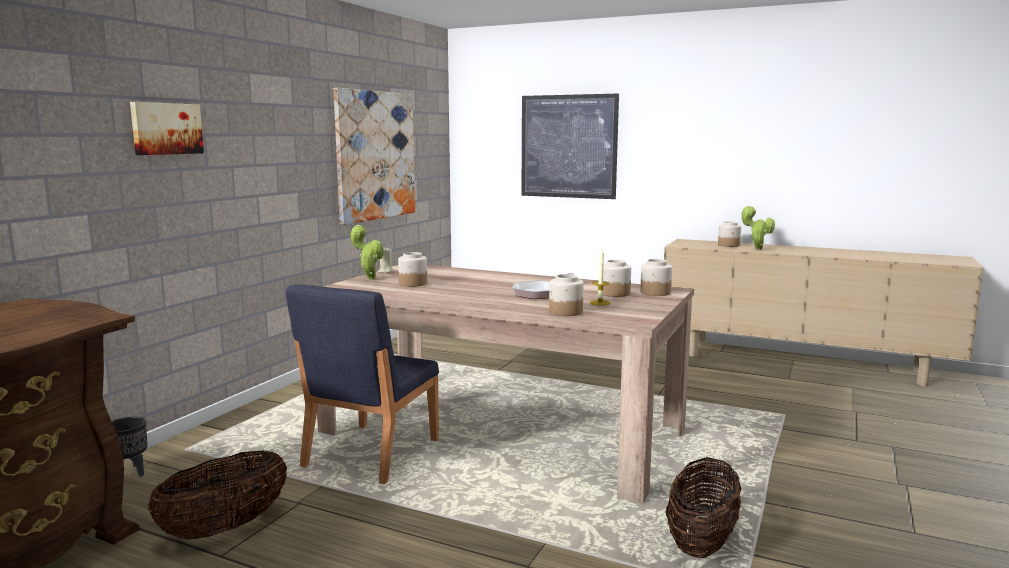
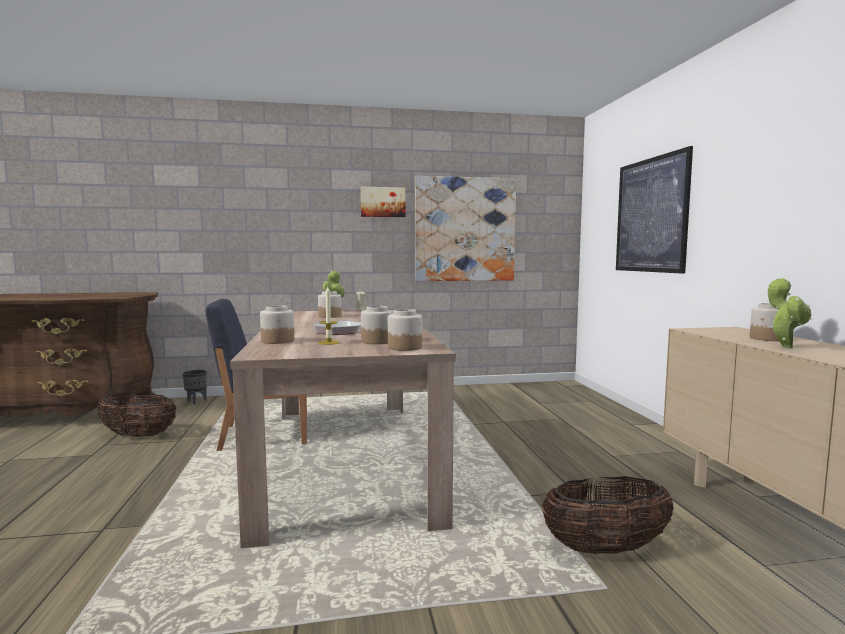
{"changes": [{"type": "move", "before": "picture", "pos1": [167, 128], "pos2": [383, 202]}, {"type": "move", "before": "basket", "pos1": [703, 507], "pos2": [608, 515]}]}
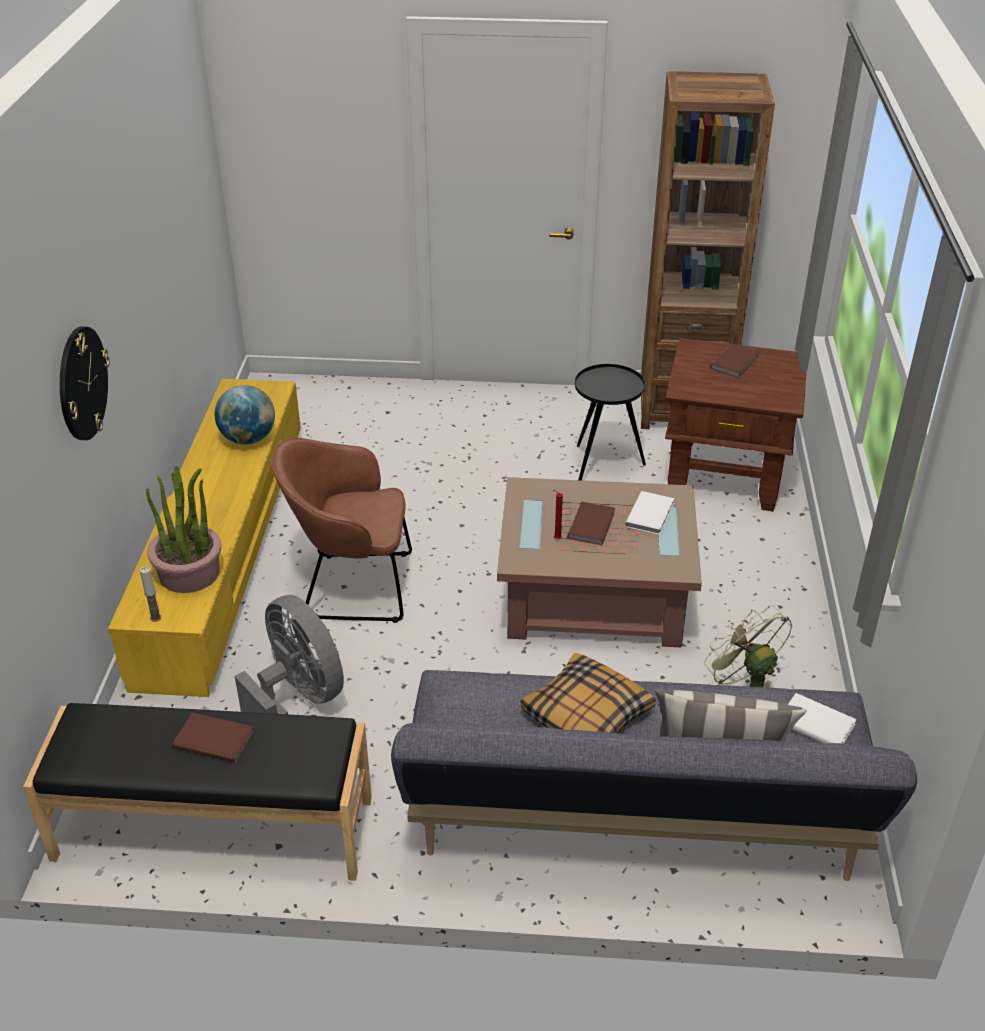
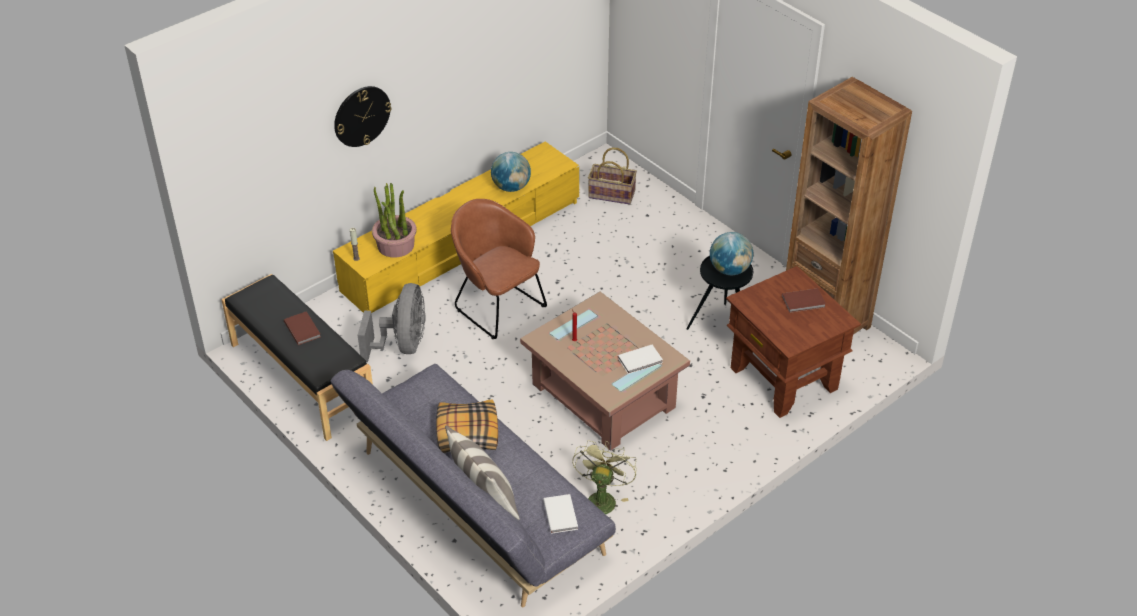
{"changes": [{"type": "delete", "before": "brown book", "pos1": [591, 524]}, {"type": "insert", "after": "basket", "pos2": [612, 176]}, {"type": "insert", "after": "globe", "pos2": [731, 253]}]}
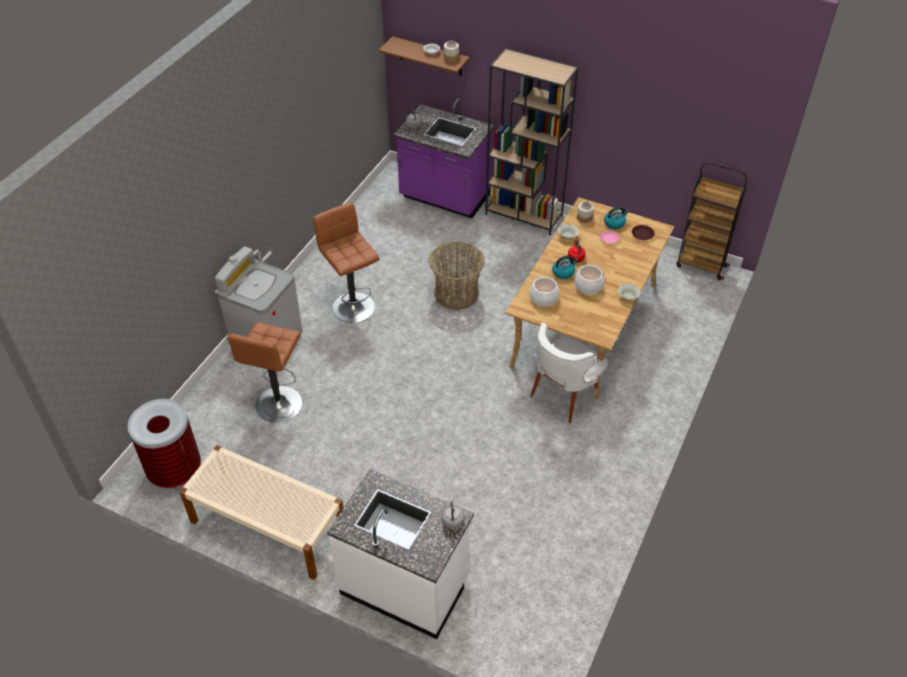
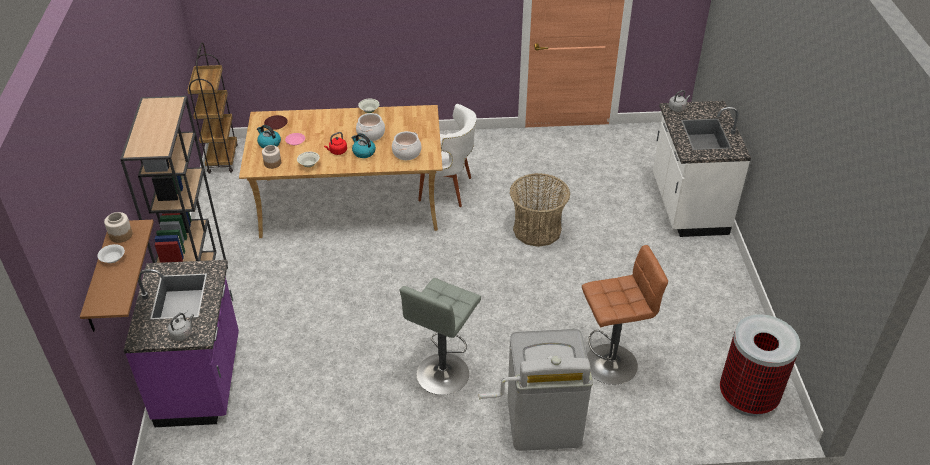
{"changes": [{"type": "delete", "before": "beige bench", "pos1": [261, 512]}, {"type": "move", "before": "basket", "pos1": [457, 275], "pos2": [540, 210]}, {"type": "recolor", "before": "brown stool", "after": "grey stool", "pos1": [346, 262], "pos2": [440, 336]}]}
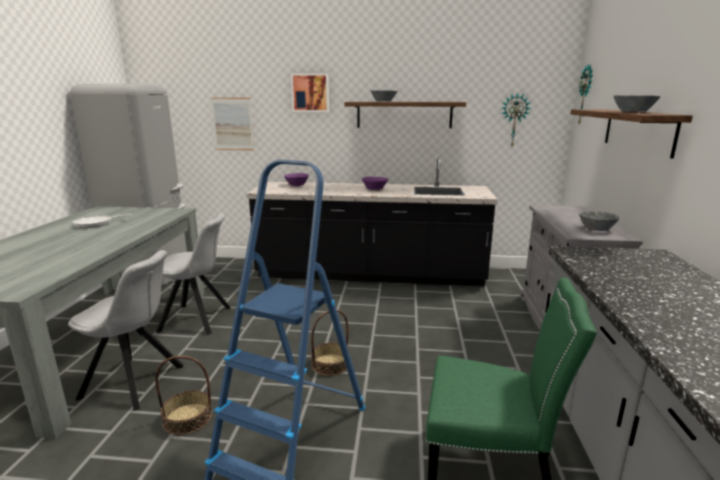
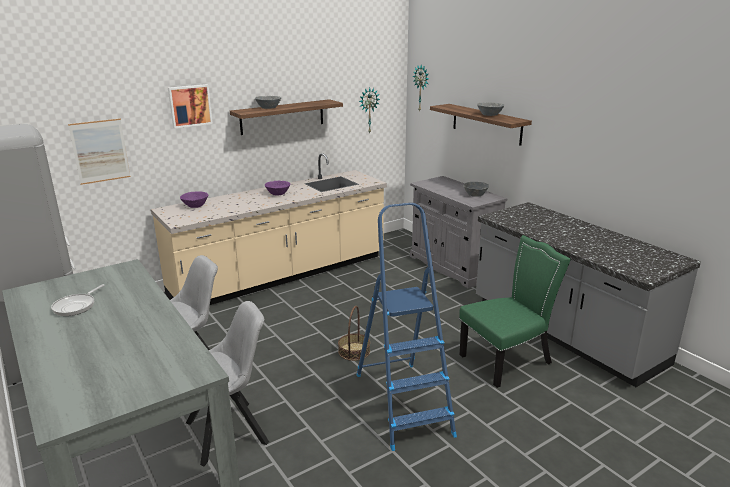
{"changes": [{"type": "delete", "before": "basket", "pos1": [183, 395]}, {"type": "recolor", "before": "black counter", "after": "beige counter", "pos1": [372, 222], "pos2": [269, 229]}]}
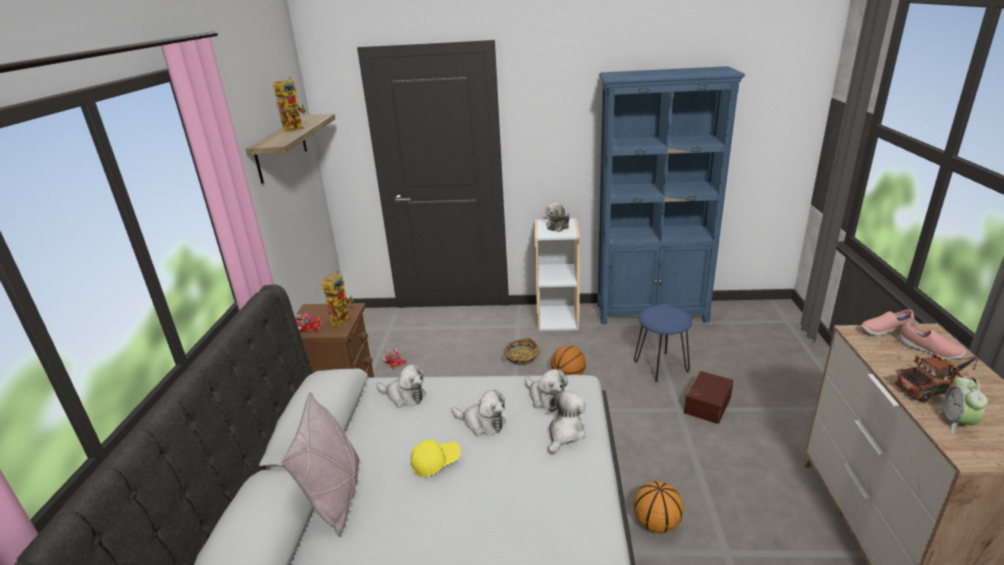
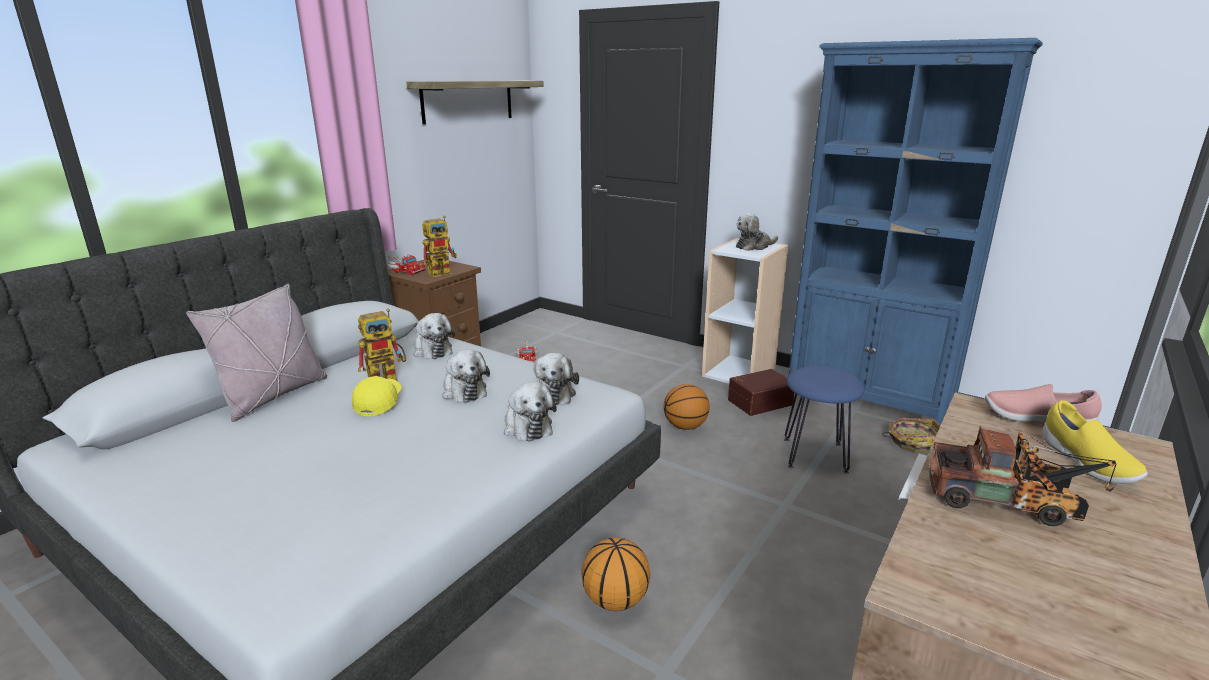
{"changes": [{"type": "delete", "before": "alarm clock", "pos1": [963, 405]}, {"type": "move", "before": "toy robot", "pos1": [289, 104], "pos2": [382, 344]}, {"type": "move", "before": "basket", "pos1": [520, 351], "pos2": [911, 435]}, {"type": "move", "before": "brown storage box", "pos1": [708, 397], "pos2": [761, 392]}, {"type": "recolor", "before": "pink shoe", "after": "yellow shoe", "pos1": [932, 340], "pos2": [1095, 442]}, {"type": "rotate", "before": "yellow cap", "pos1": [436, 458], "pos2": [377, 396], "turn": -90}, {"type": "rotate", "before": "plush toy", "pos1": [567, 422], "pos2": [530, 412], "turn": 90}]}
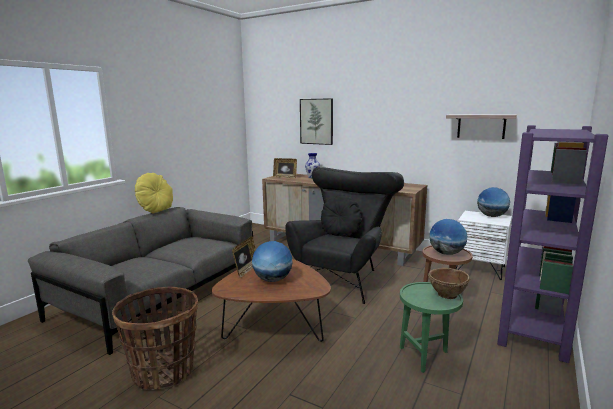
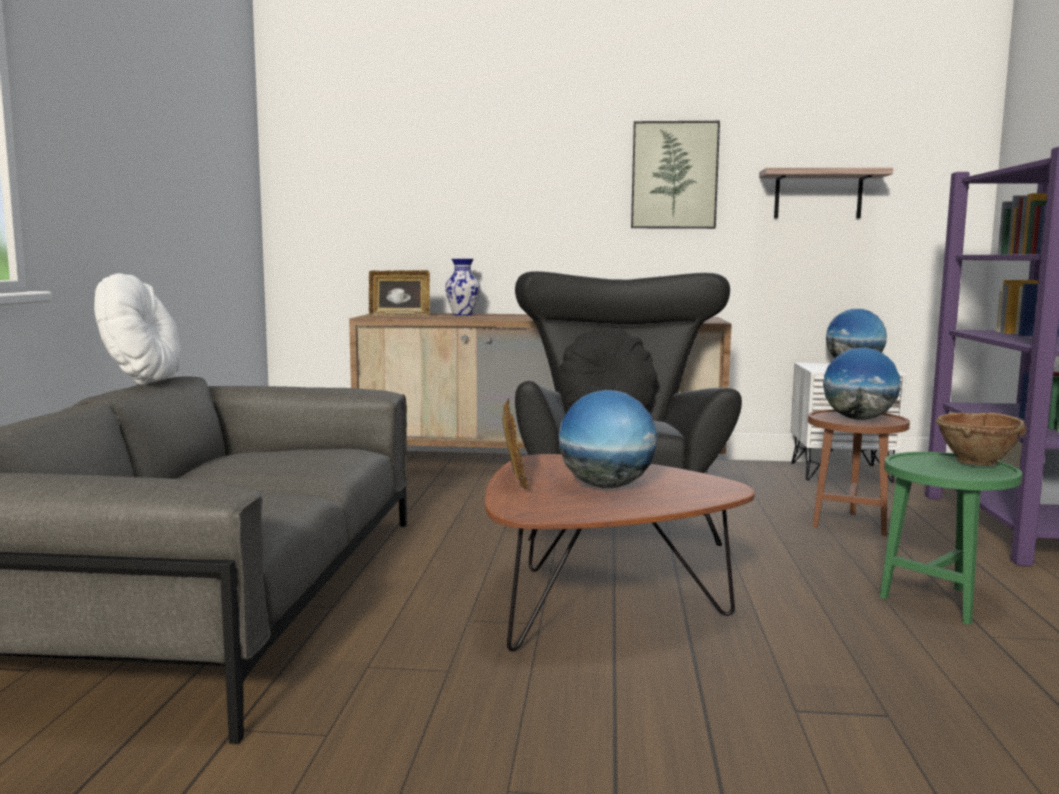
{"changes": [{"type": "delete", "before": "basket", "pos1": [155, 338]}, {"type": "move", "before": "picture", "pos1": [316, 121], "pos2": [675, 175]}, {"type": "recolor", "before": "yellow pillow", "after": "white pillow", "pos1": [154, 193], "pos2": [137, 329]}]}
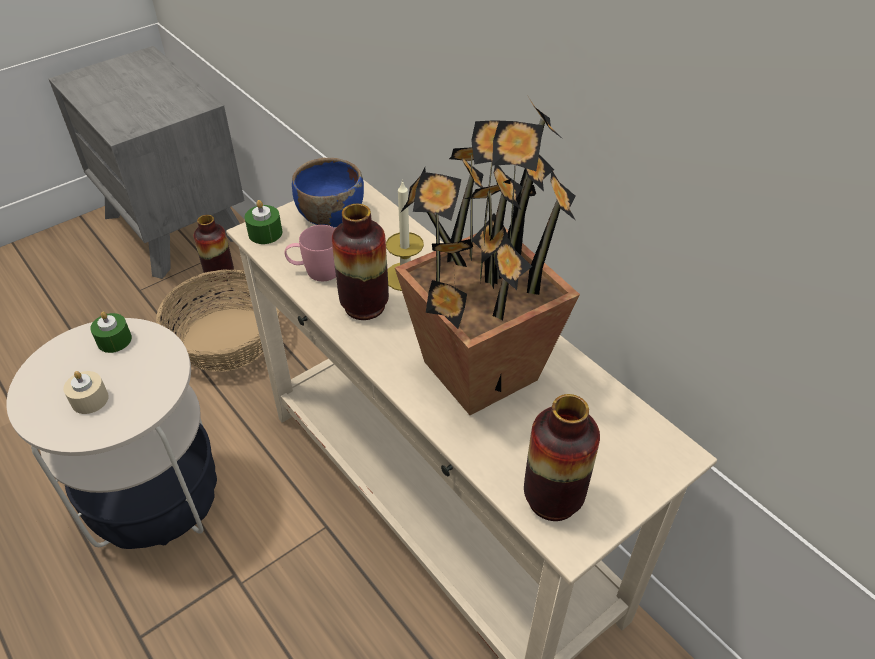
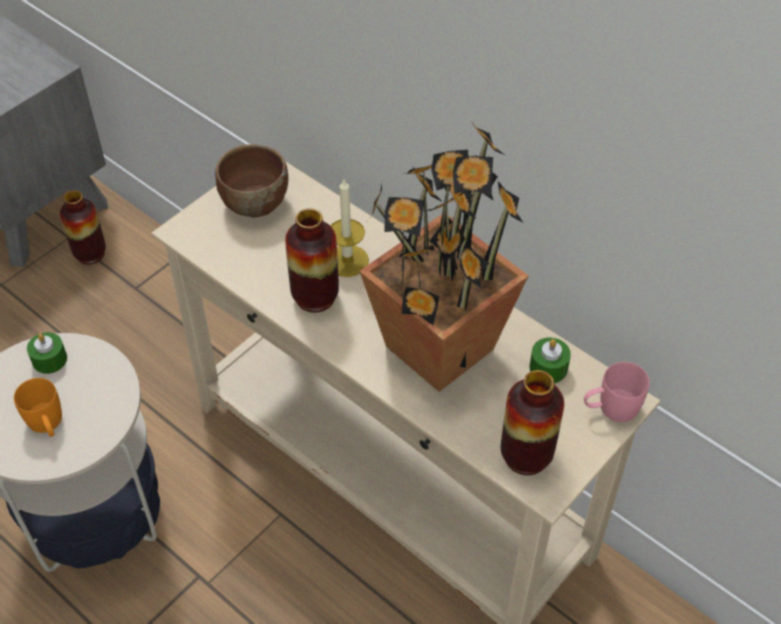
{"changes": [{"type": "delete", "before": "basket", "pos1": [218, 321]}, {"type": "move", "before": "green candle", "pos1": [263, 222], "pos2": [550, 360]}, {"type": "move", "before": "pink mug", "pos1": [310, 253], "pos2": [617, 392]}, {"type": "replace", "before": "beige candle", "after": "orange mug", "pos1": [86, 392], "pos2": [38, 407]}, {"type": "recolor", "before": "blue bowl", "after": "brown bowl", "pos1": [328, 193], "pos2": [251, 181]}]}
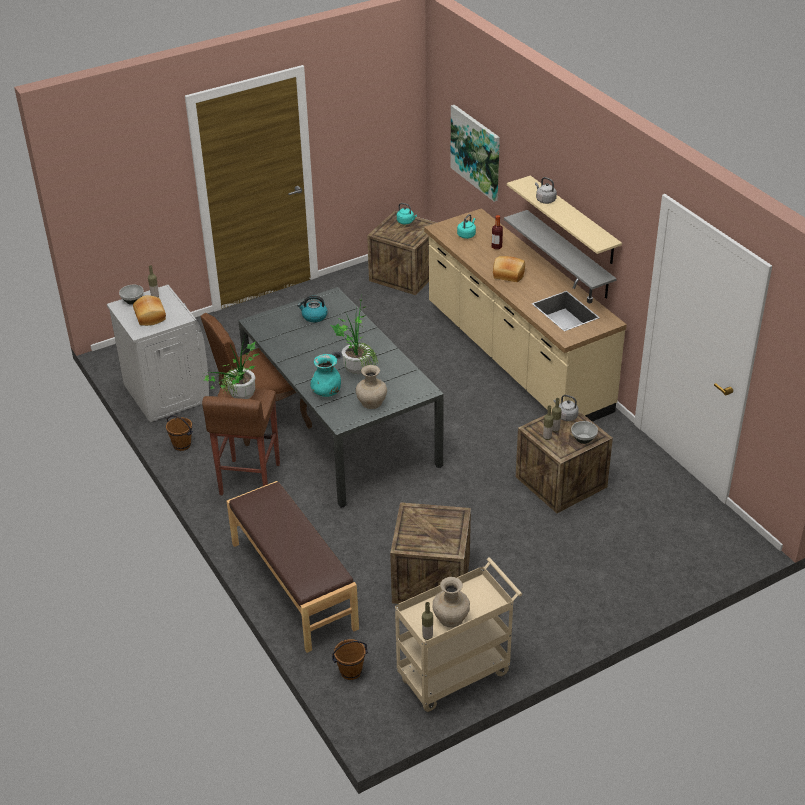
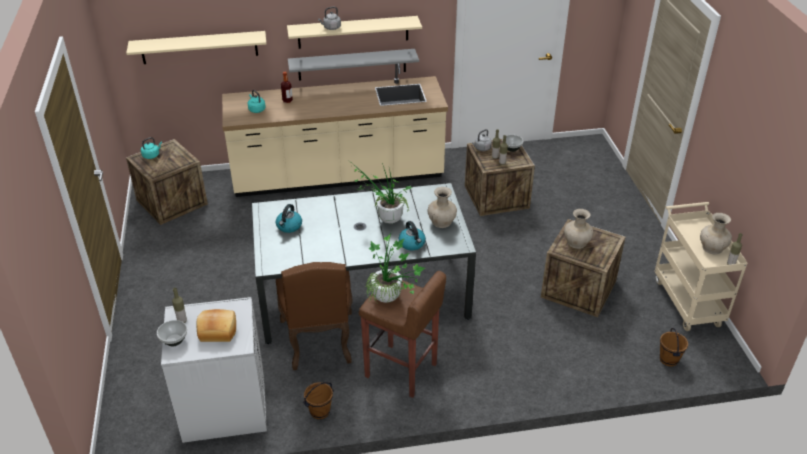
{"changes": [{"type": "delete", "before": "brown bench", "pos1": [293, 567]}, {"type": "delete", "before": "bread", "pos1": [509, 269]}, {"type": "insert", "after": "beige vase", "pos2": [579, 229]}, {"type": "replace", "before": "turquoise vase", "after": "kettle", "pos1": [325, 375], "pos2": [412, 235]}, {"type": "replace", "before": "picture", "after": "beige shelf", "pos1": [475, 153], "pos2": [196, 47]}]}
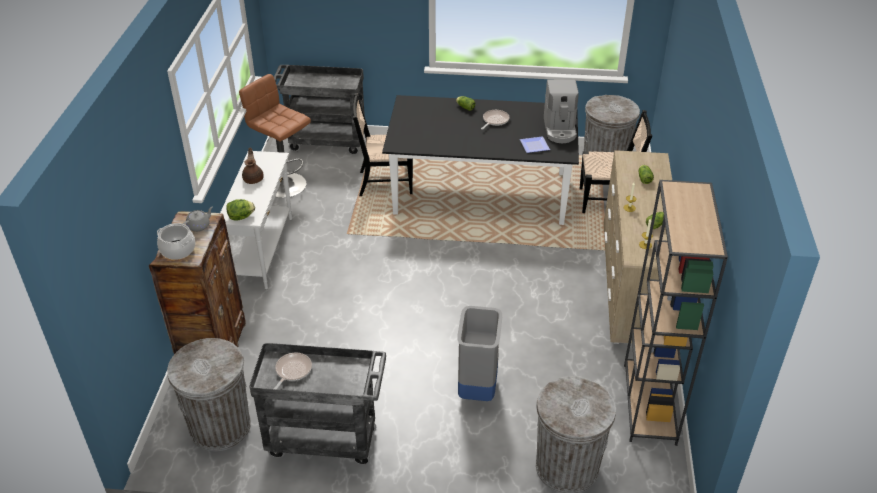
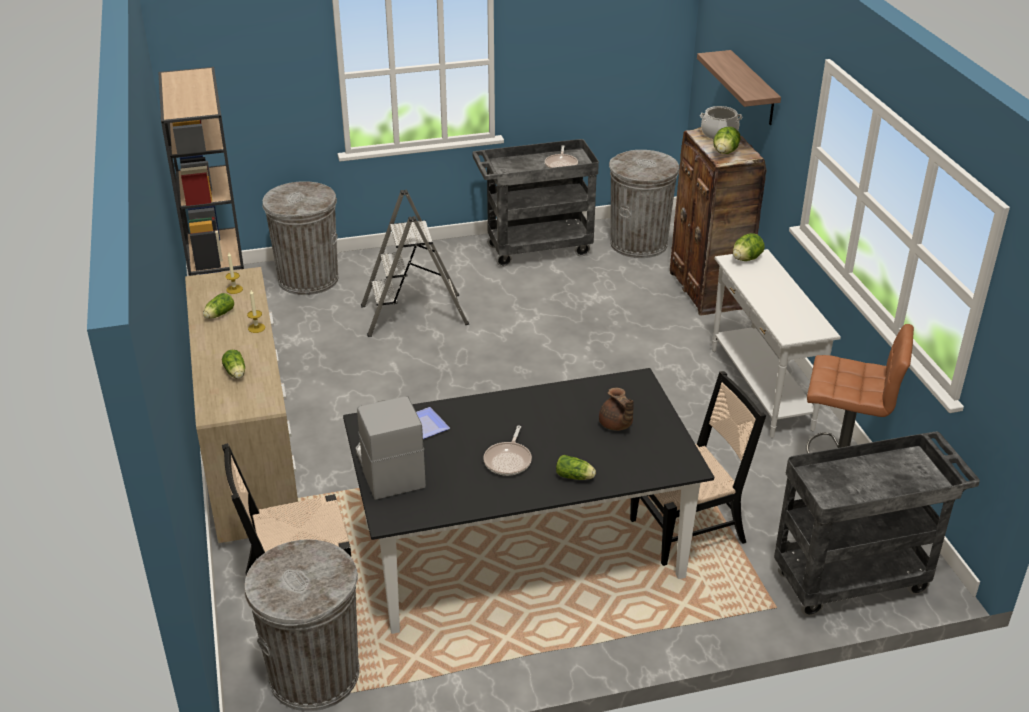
{"changes": [{"type": "insert", "after": "shelf", "pos2": [739, 87]}, {"type": "move", "before": "brown teapot", "pos1": [253, 165], "pos2": [616, 409]}, {"type": "replace", "before": "grey teapot", "after": "lettuce", "pos1": [197, 219], "pos2": [727, 140]}, {"type": "replace", "before": "grey trash can", "after": "grey step ladder", "pos1": [479, 353], "pos2": [415, 263]}]}
